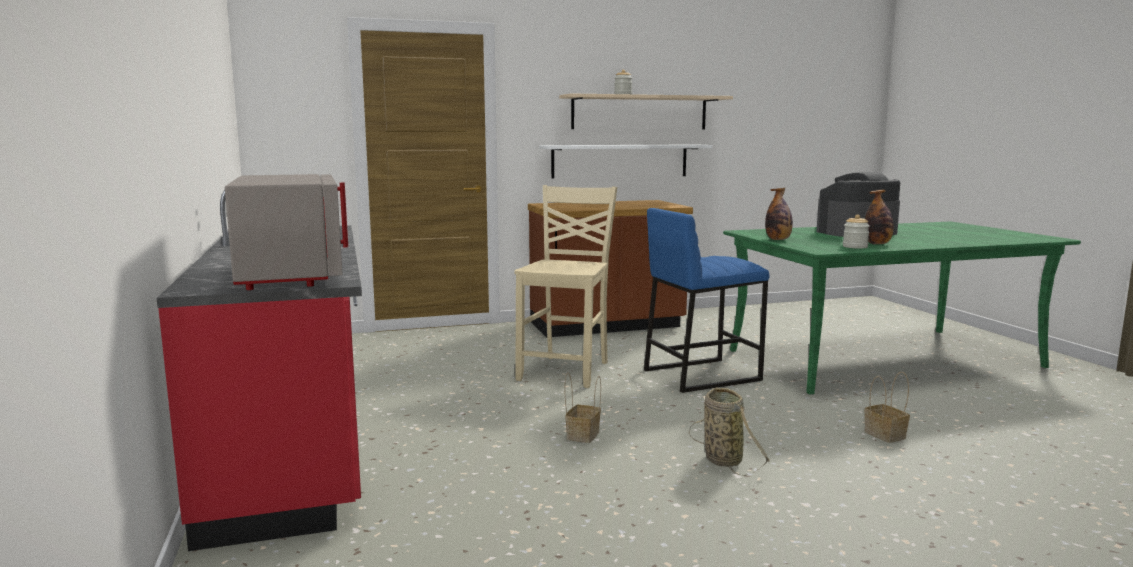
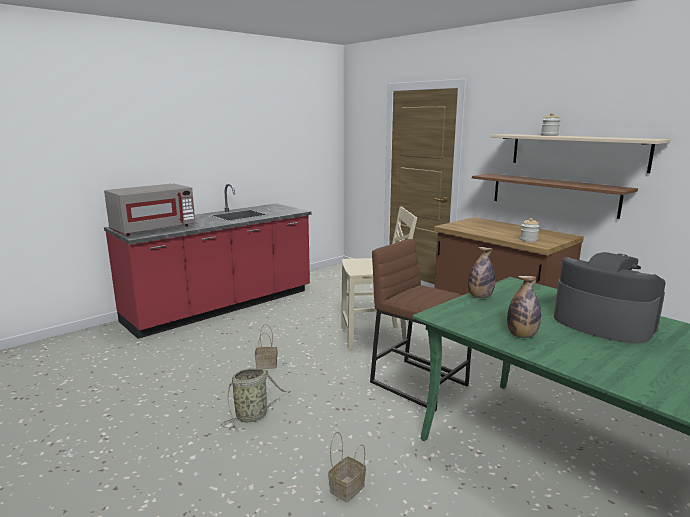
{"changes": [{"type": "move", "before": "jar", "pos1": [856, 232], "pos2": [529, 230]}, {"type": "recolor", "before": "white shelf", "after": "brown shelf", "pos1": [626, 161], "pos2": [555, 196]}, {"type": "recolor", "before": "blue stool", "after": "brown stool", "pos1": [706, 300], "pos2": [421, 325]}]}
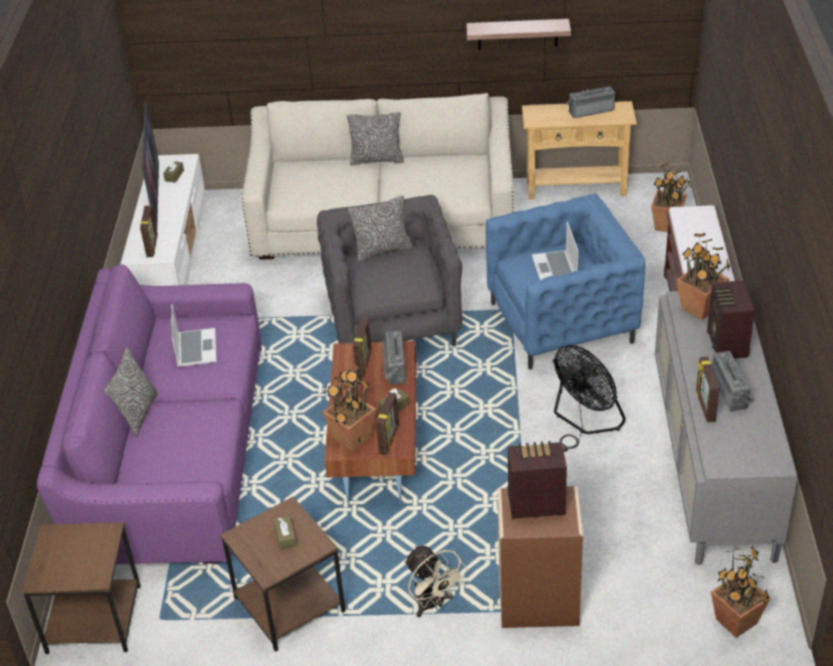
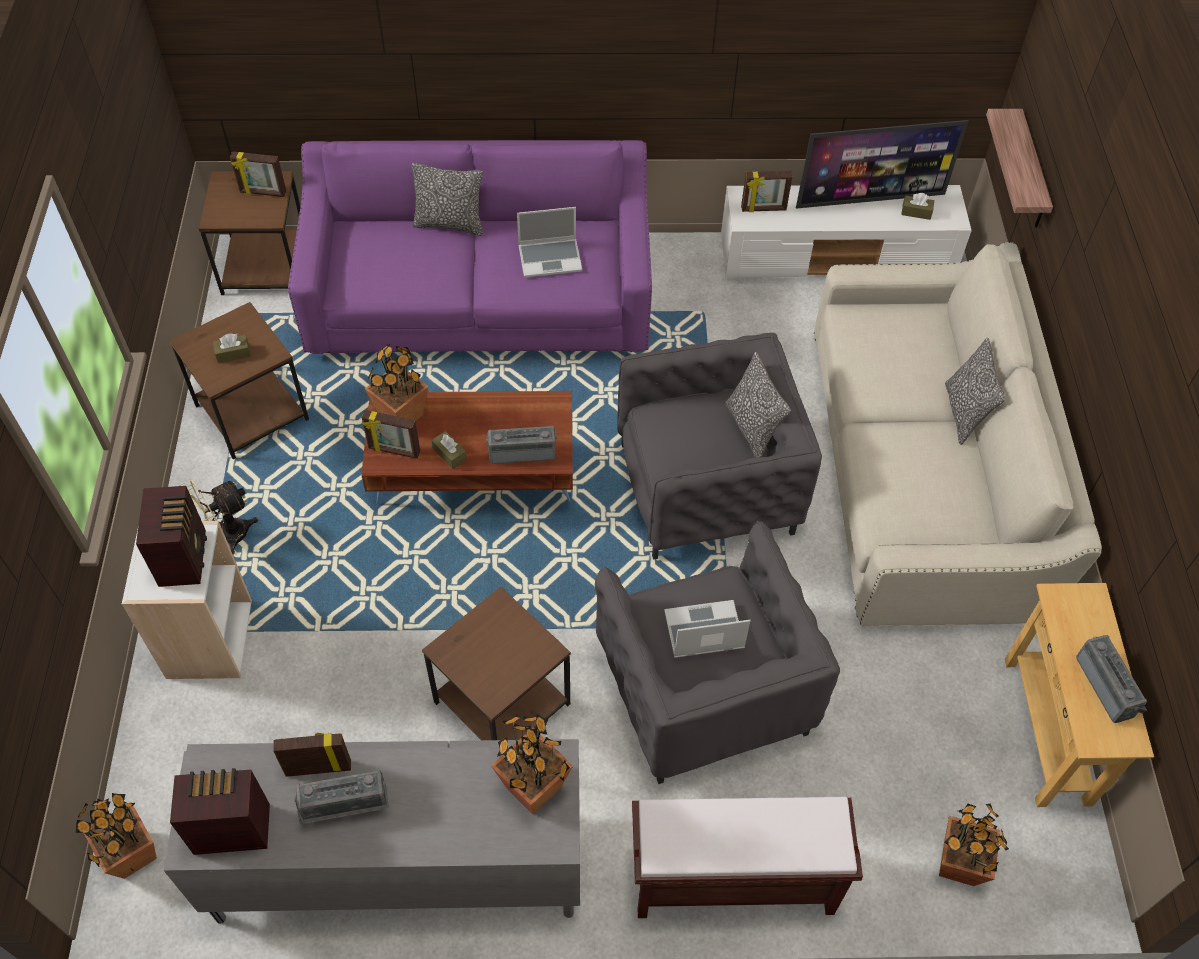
{"changes": [{"type": "move", "before": "picture frame", "pos1": [362, 347], "pos2": [258, 174]}, {"type": "move", "before": "shelf", "pos1": [518, 34], "pos2": [1019, 168]}, {"type": "move", "before": "radio", "pos1": [731, 319], "pos2": [220, 811]}, {"type": "replace", "before": "black fan", "after": "brown side table", "pos1": [588, 398], "pos2": [496, 663]}, {"type": "recolor", "before": "blue armchair", "after": "grey armchair", "pos1": [565, 282], "pos2": [717, 652]}, {"type": "recolor", "before": "brown bookcase", "after": "white bookcase", "pos1": [540, 557], "pos2": [187, 600]}]}
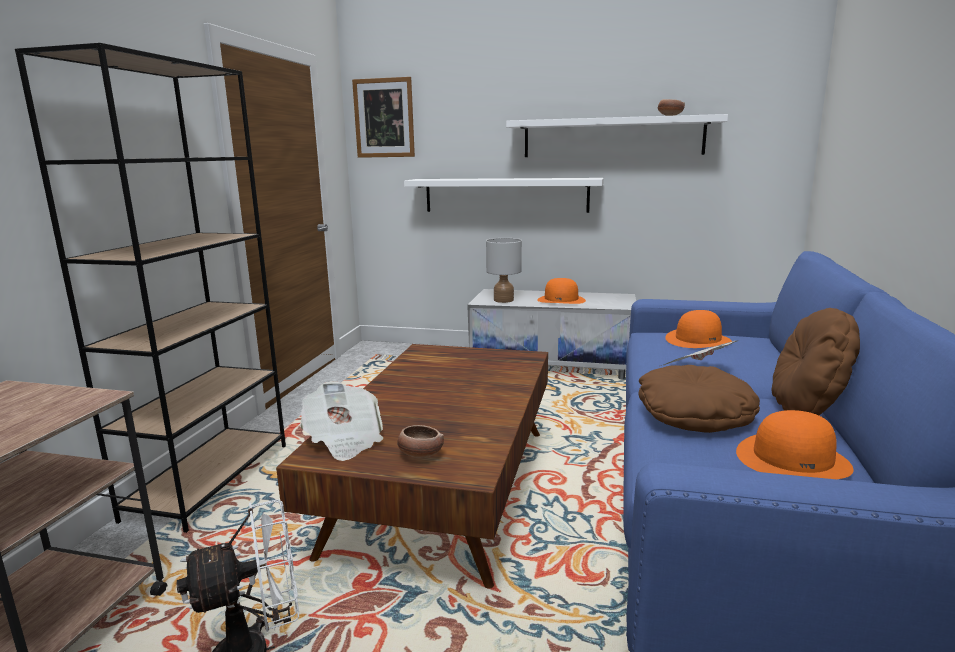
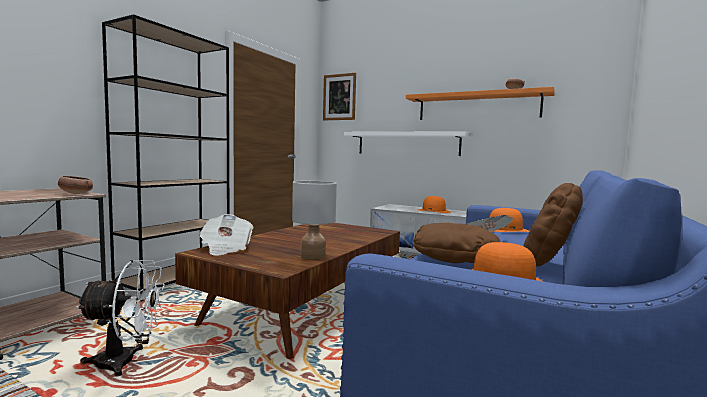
{"changes": [{"type": "move", "before": "bowl", "pos1": [420, 441], "pos2": [75, 185]}, {"type": "move", "before": "grey table lamp", "pos1": [504, 270], "pos2": [314, 220]}, {"type": "recolor", "before": "white shelf", "after": "orange shelf", "pos1": [617, 135], "pos2": [480, 103]}]}
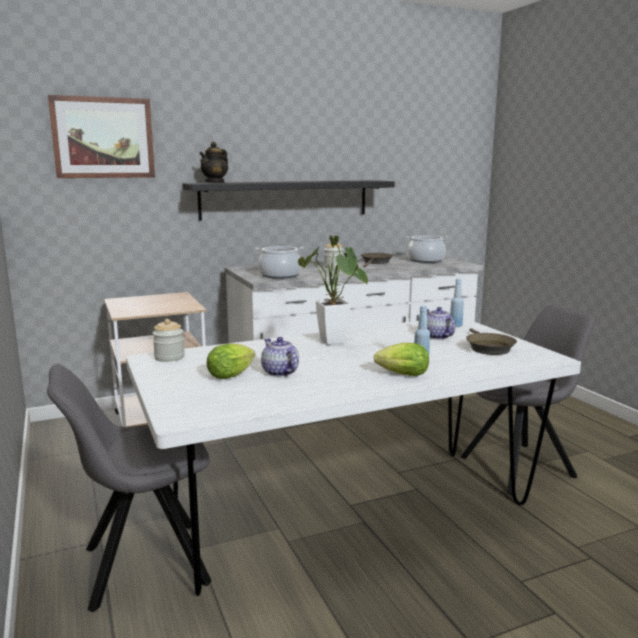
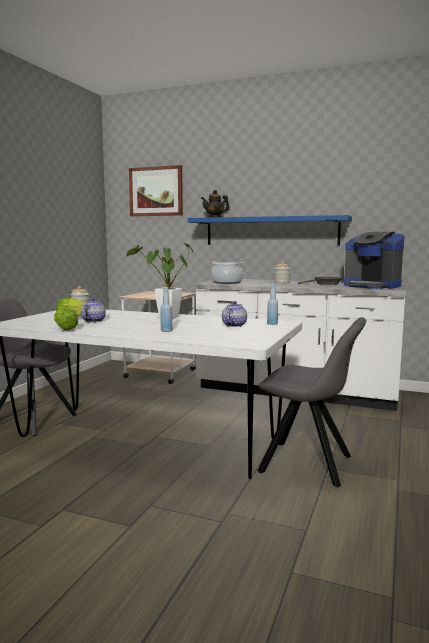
{"changes": [{"type": "delete", "before": "brown frying pan", "pos1": [491, 341]}, {"type": "move", "before": "lettuce", "pos1": [401, 359], "pos2": [66, 318]}, {"type": "replace", "before": "cooking pot", "after": "coffee machine", "pos1": [427, 249], "pos2": [374, 260]}, {"type": "recolor", "before": "black shelf", "after": "blue shelf", "pos1": [289, 200], "pos2": [270, 230]}]}
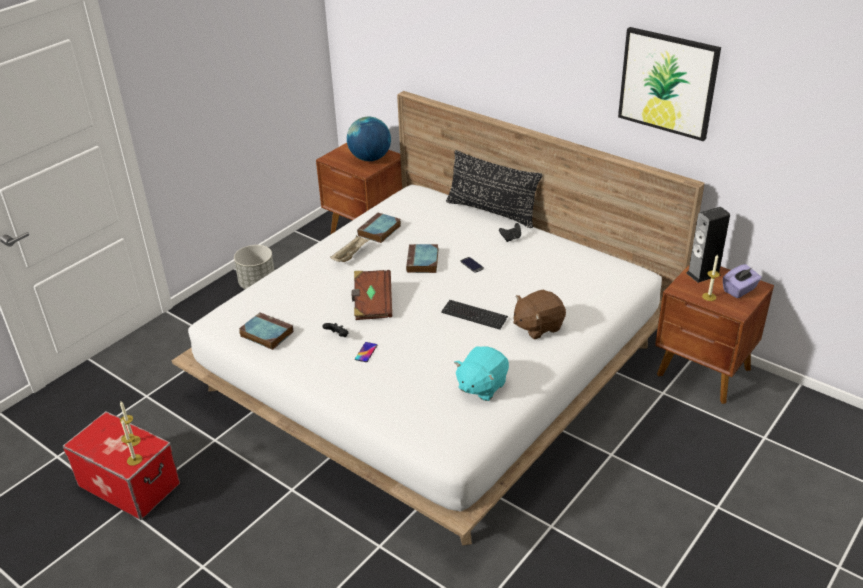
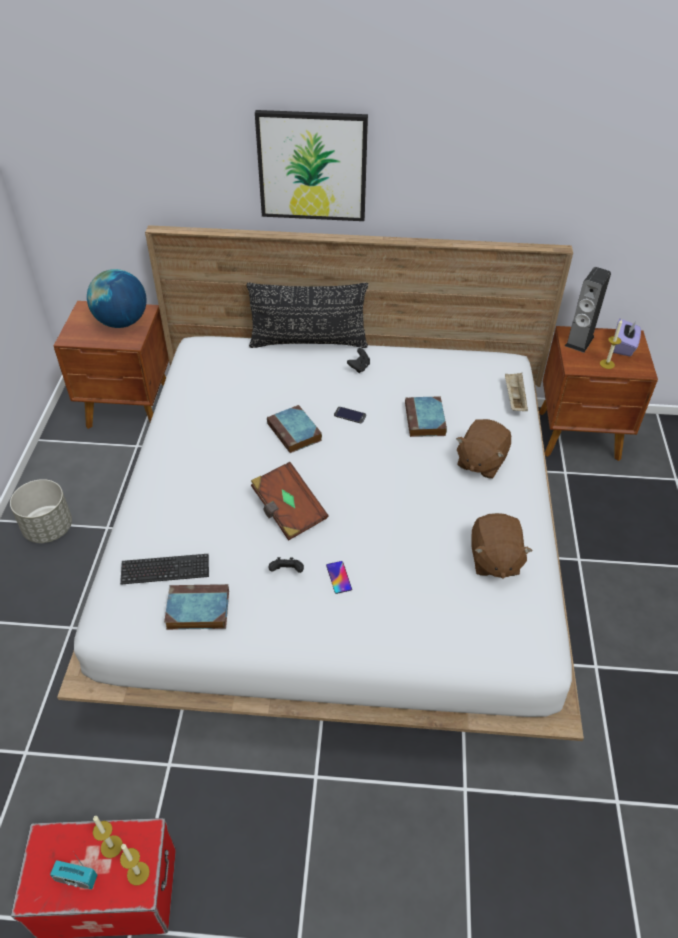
{"changes": [{"type": "insert", "after": "radio", "pos2": [73, 871]}, {"type": "move", "before": "beige tray", "pos1": [350, 249], "pos2": [516, 392]}, {"type": "move", "before": "book", "pos1": [379, 227], "pos2": [426, 416]}, {"type": "move", "before": "keyboard", "pos1": [474, 315], "pos2": [164, 569]}, {"type": "move", "before": "picture", "pos1": [669, 84], "pos2": [311, 165]}, {"type": "recolor", "before": "turquoise plush toy", "after": "brown plush toy", "pos1": [481, 373], "pos2": [502, 546]}]}
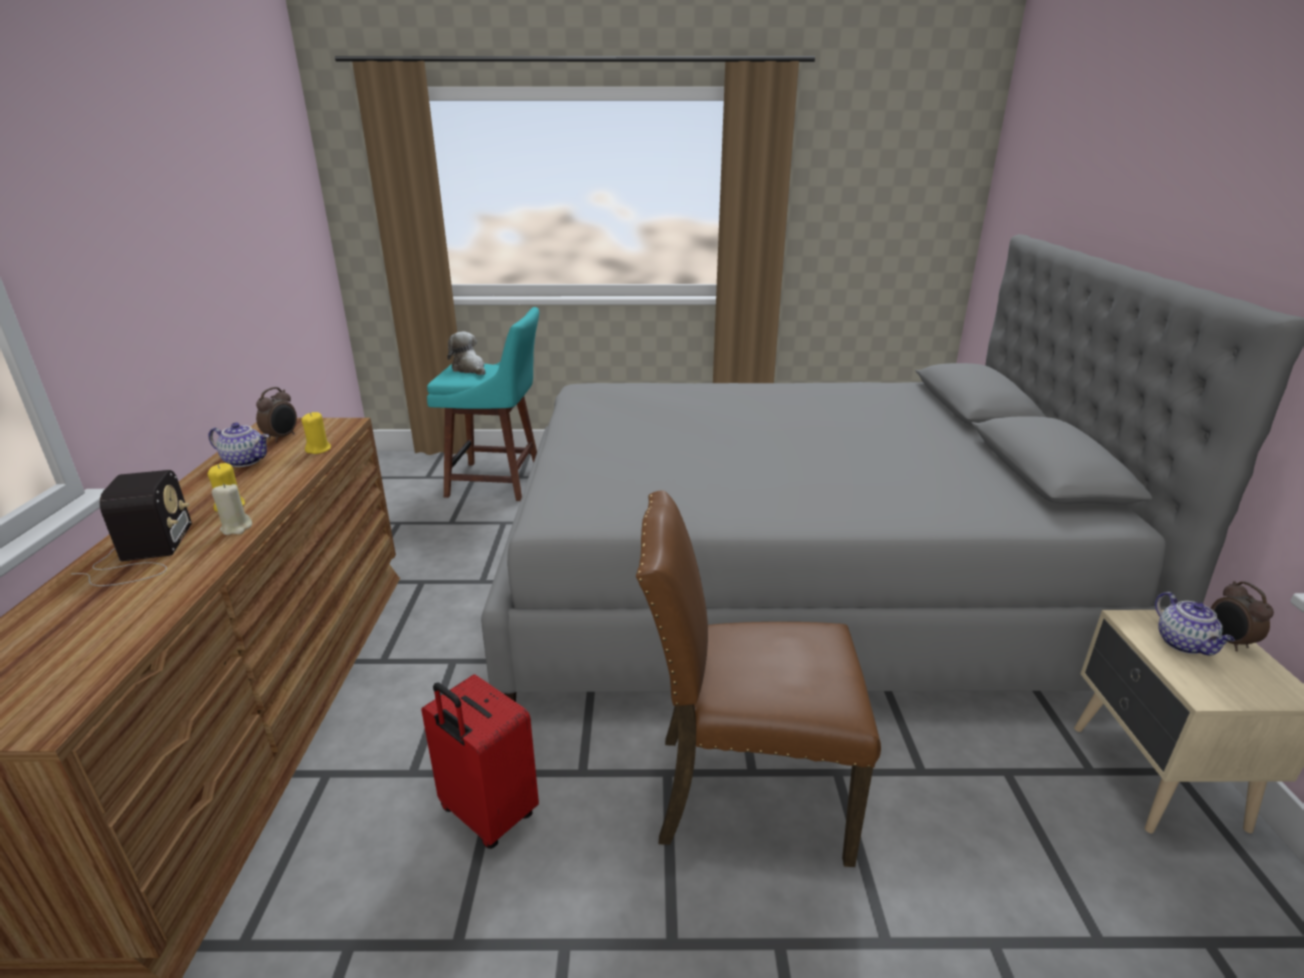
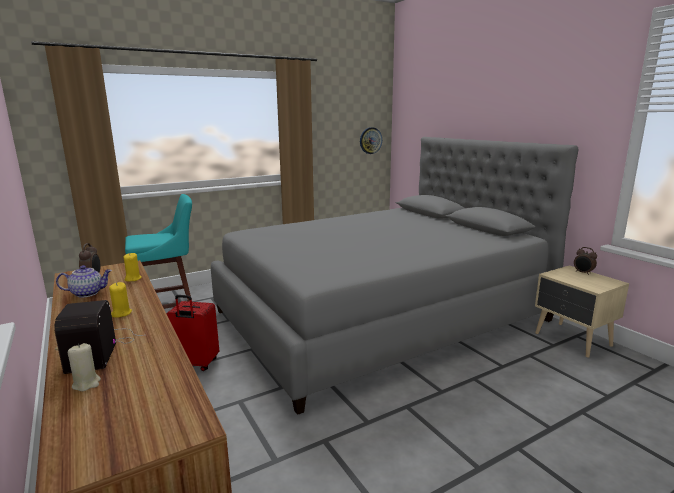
{"changes": [{"type": "delete", "before": "plush toy", "pos1": [466, 353]}, {"type": "delete", "before": "brown chair", "pos1": [758, 679]}, {"type": "delete", "before": "teapot", "pos1": [1195, 624]}, {"type": "insert", "after": "wall clock", "pos2": [371, 140]}, {"type": "move", "before": "beige candle", "pos1": [232, 509], "pos2": [84, 367]}, {"type": "move", "before": "red suitcase", "pos1": [480, 761], "pos2": [193, 333]}, {"type": "rotate", "before": "radio", "pos1": [131, 528], "pos2": [99, 337], "turn": -150}]}
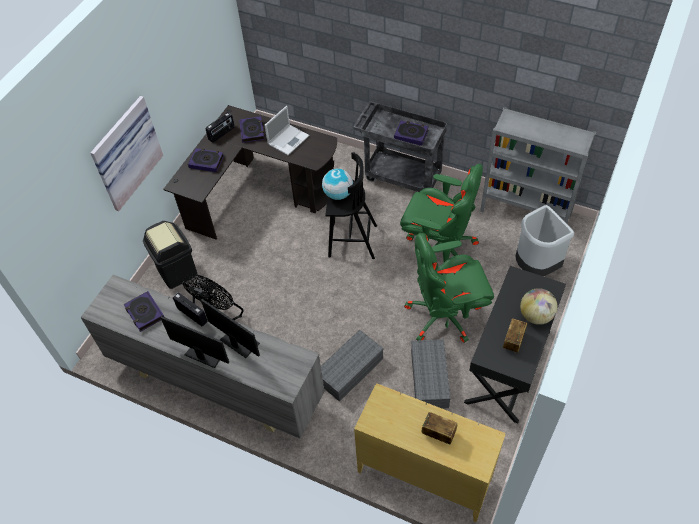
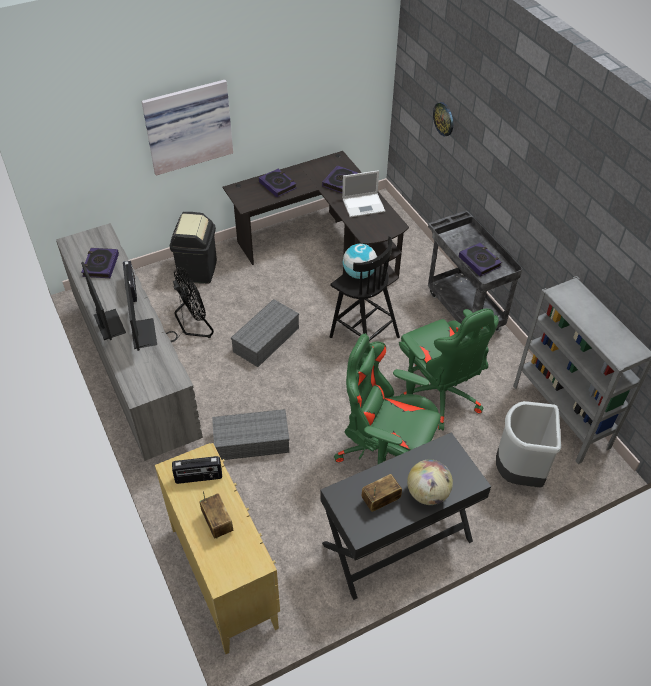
{"changes": [{"type": "insert", "after": "wall clock", "pos2": [443, 119]}, {"type": "move", "before": "radio", "pos1": [220, 127], "pos2": [197, 470]}, {"type": "move", "before": "grey storage box", "pos1": [431, 373], "pos2": [265, 333]}]}
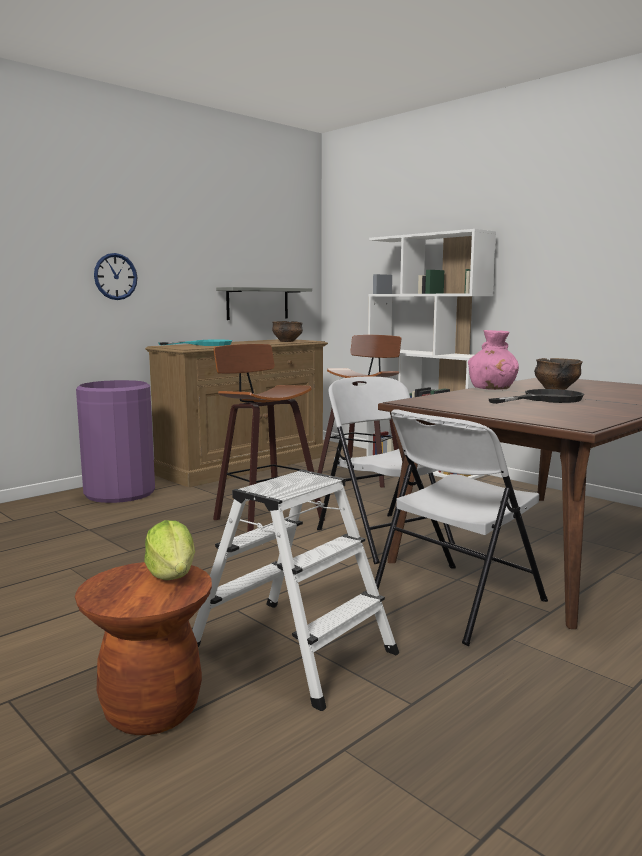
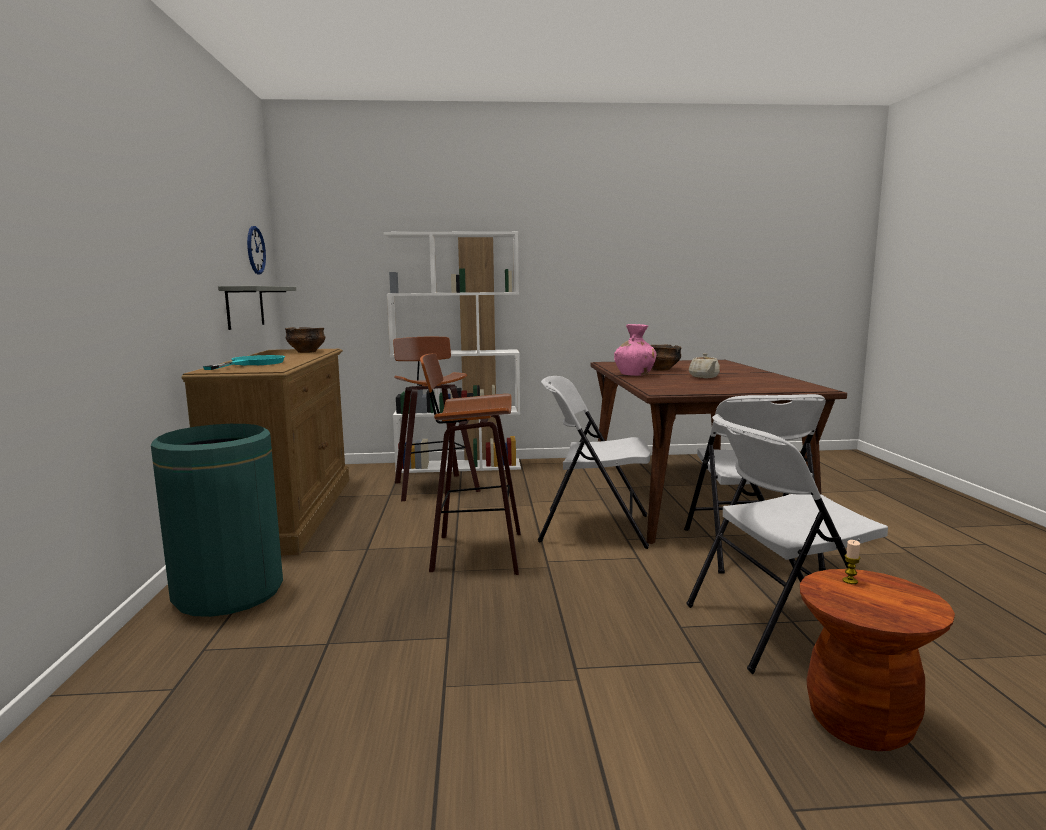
{"changes": [{"type": "move", "before": "wall clock", "pos1": [115, 276], "pos2": [256, 250]}, {"type": "replace", "before": "lettuce", "after": "candle", "pos1": [169, 550], "pos2": [851, 562]}, {"type": "replace", "before": "white step ladder", "after": "white chair", "pos1": [295, 590], "pos2": [787, 544]}, {"type": "replace", "before": "black frying pan", "after": "beige teapot", "pos1": [536, 396], "pos2": [704, 365]}, {"type": "recolor", "before": "purple trash can", "after": "green trash can", "pos1": [115, 441], "pos2": [217, 520]}]}
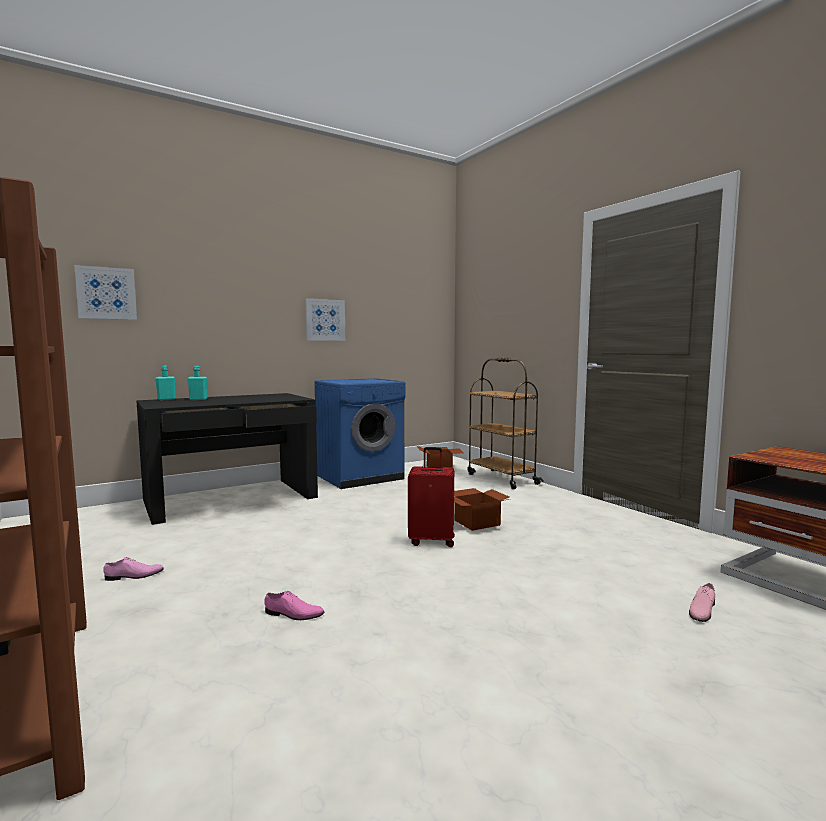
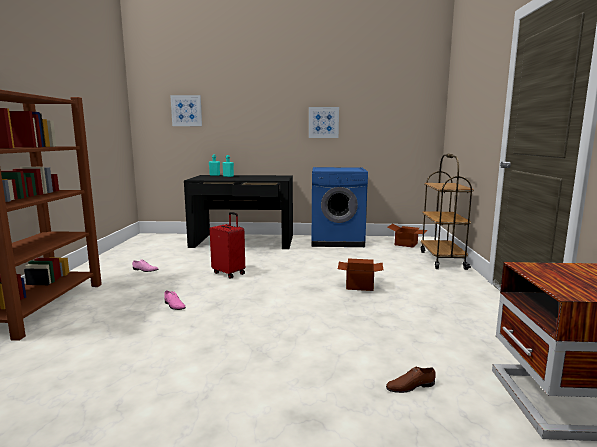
{"changes": [{"type": "move", "before": "red suitcase", "pos1": [431, 497], "pos2": [227, 245]}, {"type": "recolor", "before": "pink shoe", "after": "brown shoe", "pos1": [702, 602], "pos2": [411, 379]}]}
